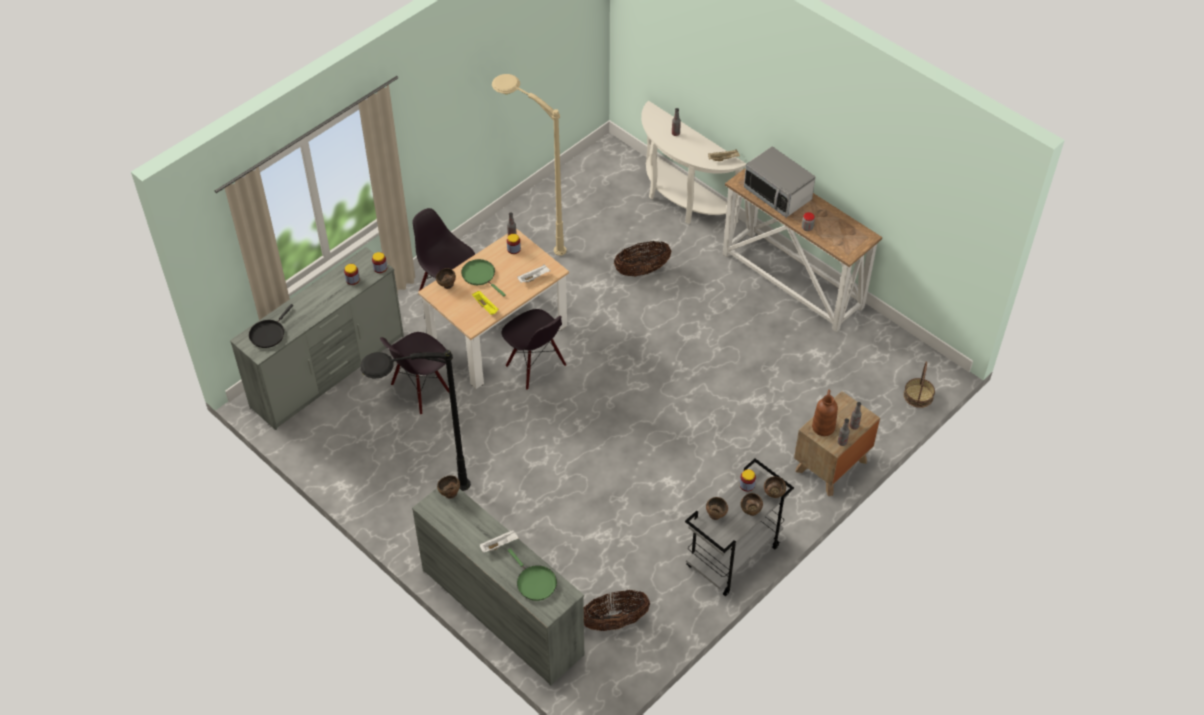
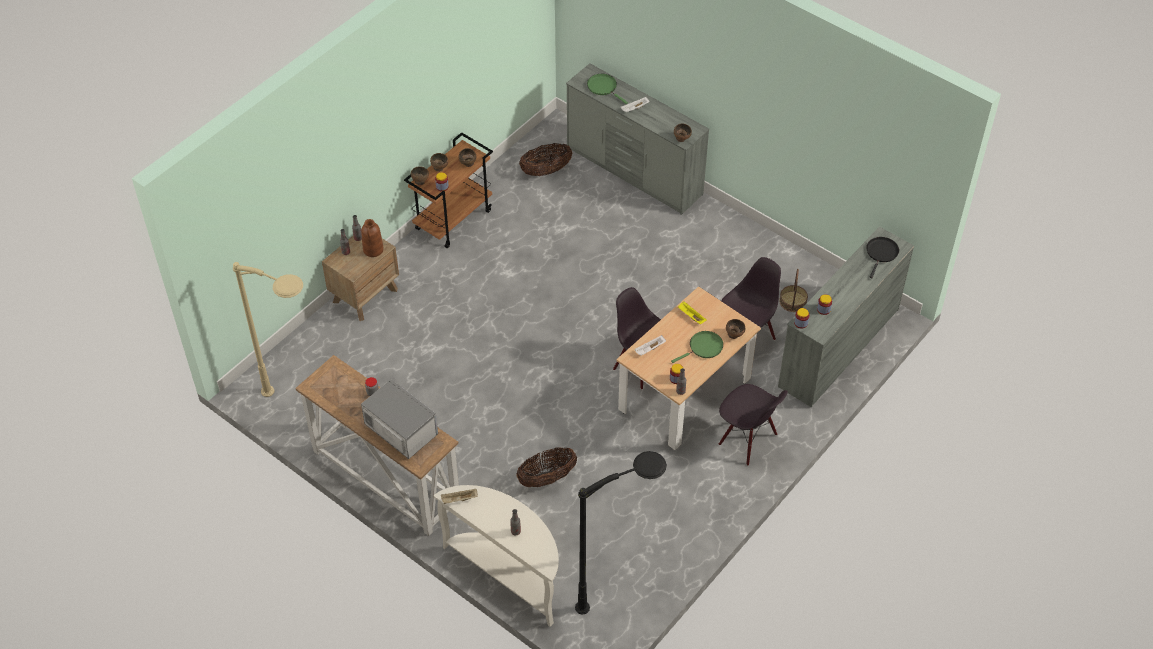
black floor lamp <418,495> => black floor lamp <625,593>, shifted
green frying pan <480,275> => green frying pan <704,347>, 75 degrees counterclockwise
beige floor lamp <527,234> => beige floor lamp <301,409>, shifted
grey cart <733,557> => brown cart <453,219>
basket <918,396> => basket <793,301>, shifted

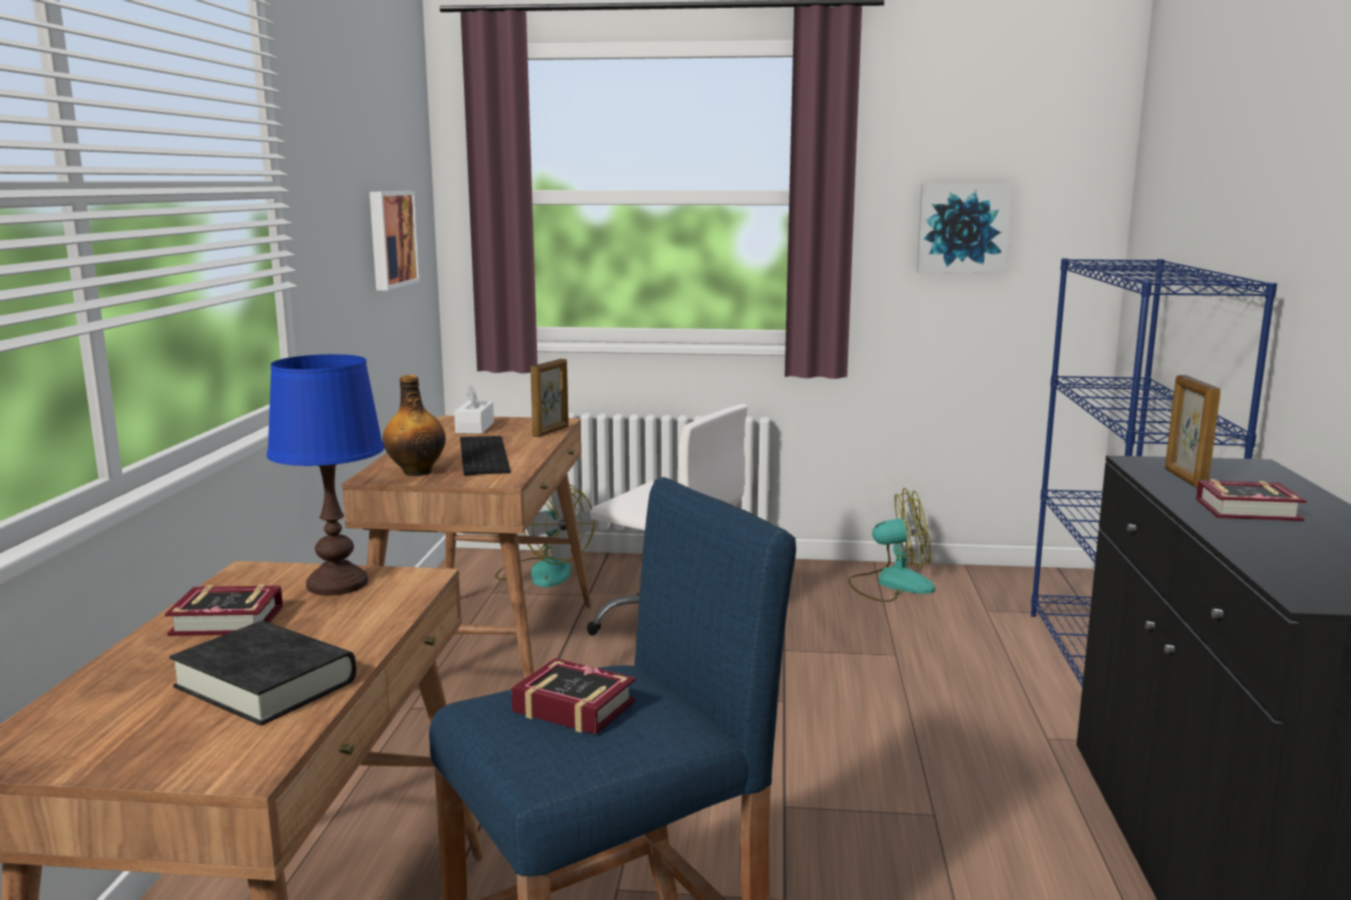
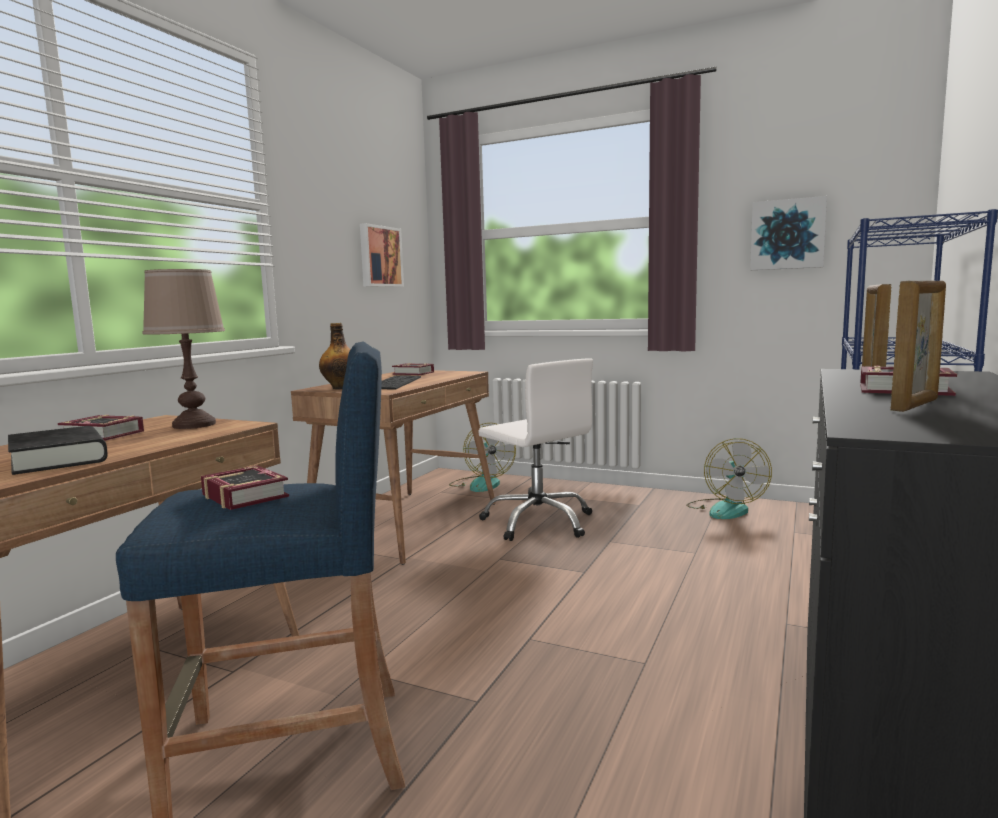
blue table lamp <338,584> => brown table lamp <195,425>
white tissue box <475,427> => book <414,373>
picture frame <551,431> => picture frame <915,405>, shifted
fan <891,584> => fan <725,509>, 75 degrees clockwise

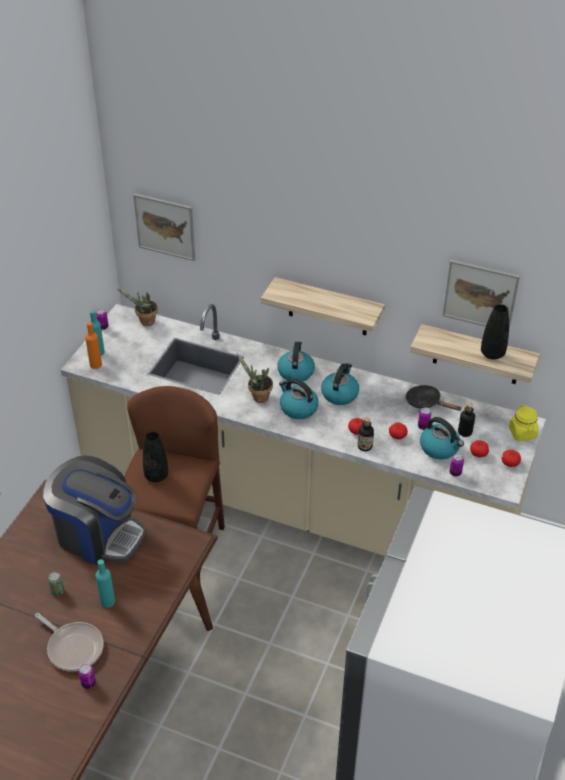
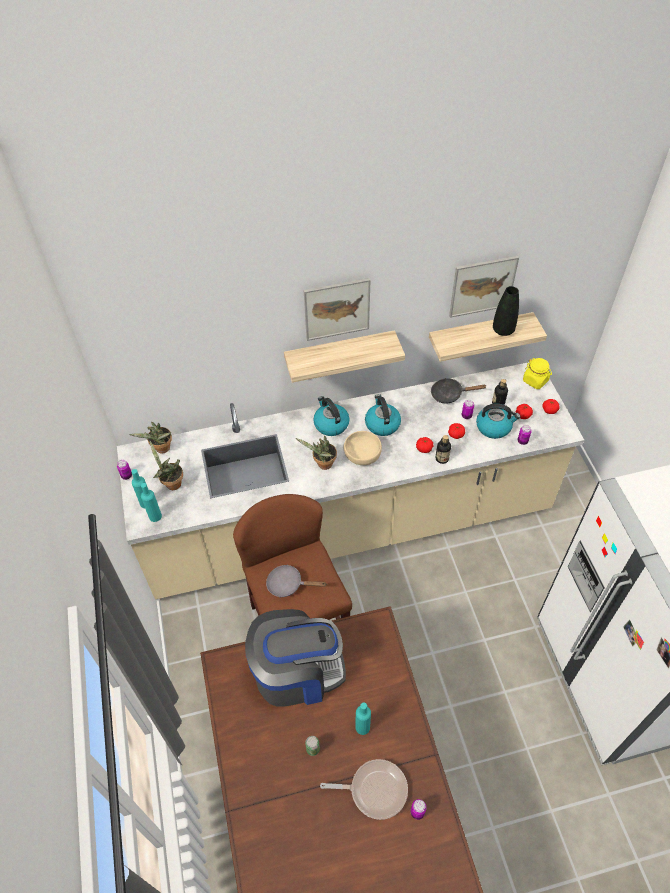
orange bottle <95,364> => turquoise bottle <155,516>
picture <165,226> => picture <337,309>, shifted
black vase <156,476> => grey frying pan <288,584>
kettle <298,408> => beige bowl <362,455>
nothing => potted plant <171,483>

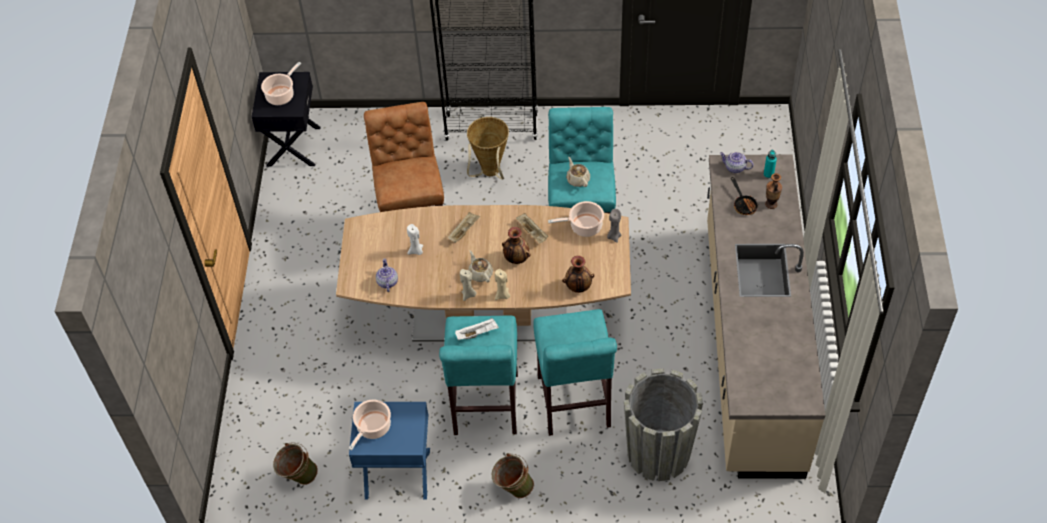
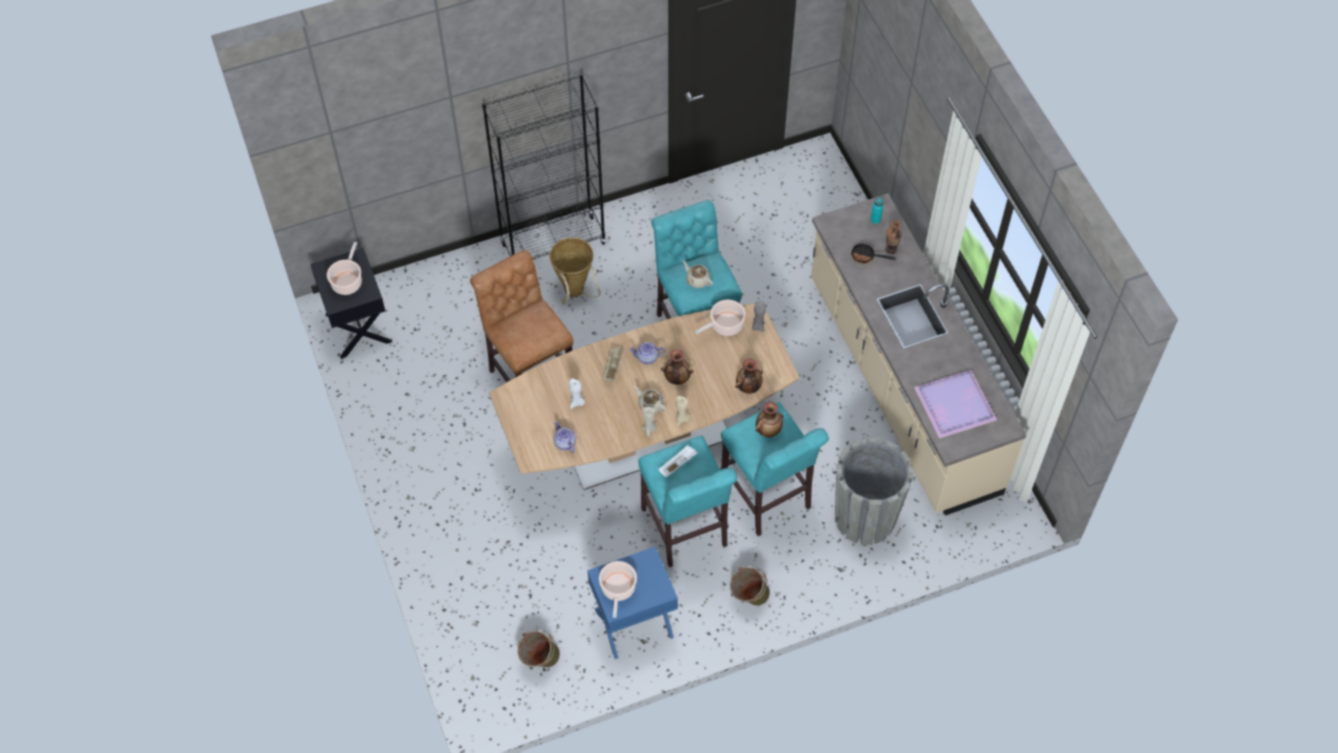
beige tray <532,233> => nothing
teapot <734,168> => teapot <647,357>, shifted
frying pan <743,204> => frying pan <866,257>, 150 degrees clockwise
nothing => vase <768,430>
nothing => purple tray <953,404>

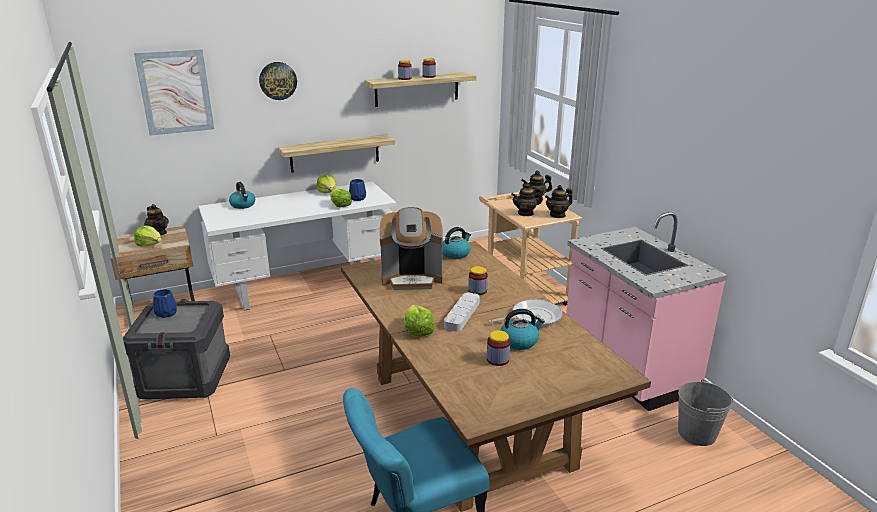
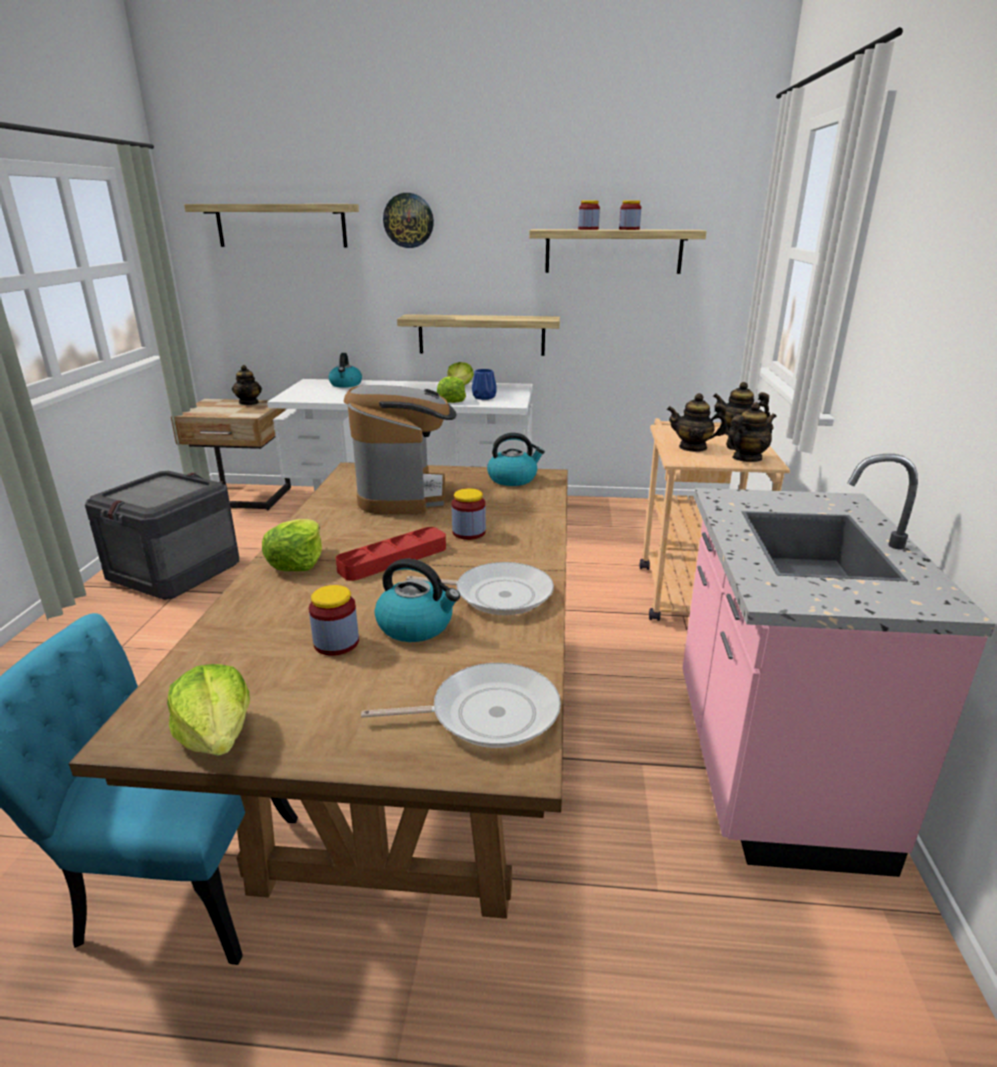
picture <175,92> => shelf <281,225>
lettuce <150,244> => lettuce <217,735>, shifted
blue vase <167,313> => nothing
coffee machine <412,278> => coffee machine <403,495>, 120 degrees counterclockwise
grey tray <462,314> => red tray <393,559>
teapot <557,215> => teapot <746,458>, 150 degrees clockwise
grey bucket <697,433> => nothing
nothing => frying pan <487,714>

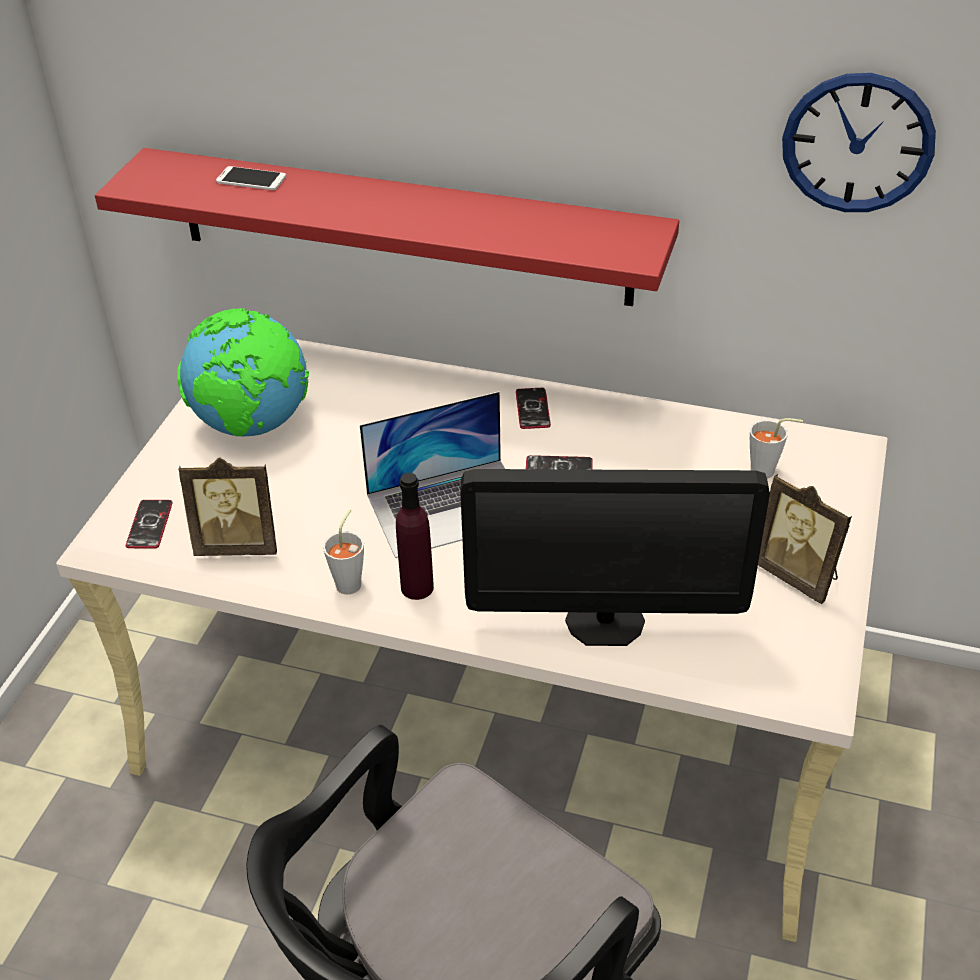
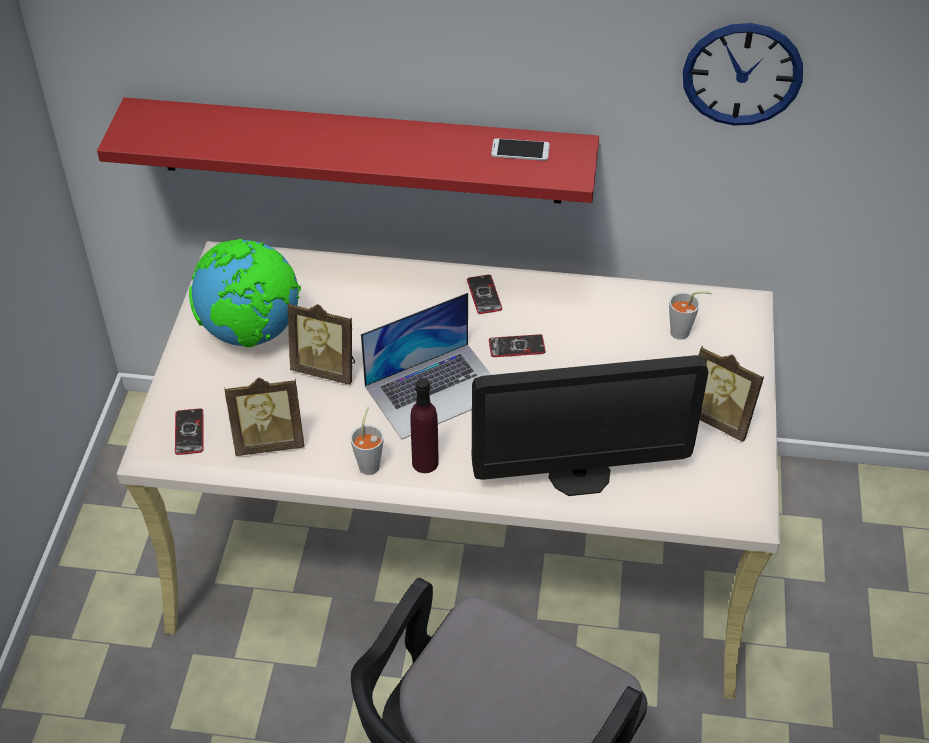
phone <251,179> => phone <520,150>, shifted
nothing => picture frame <326,369>

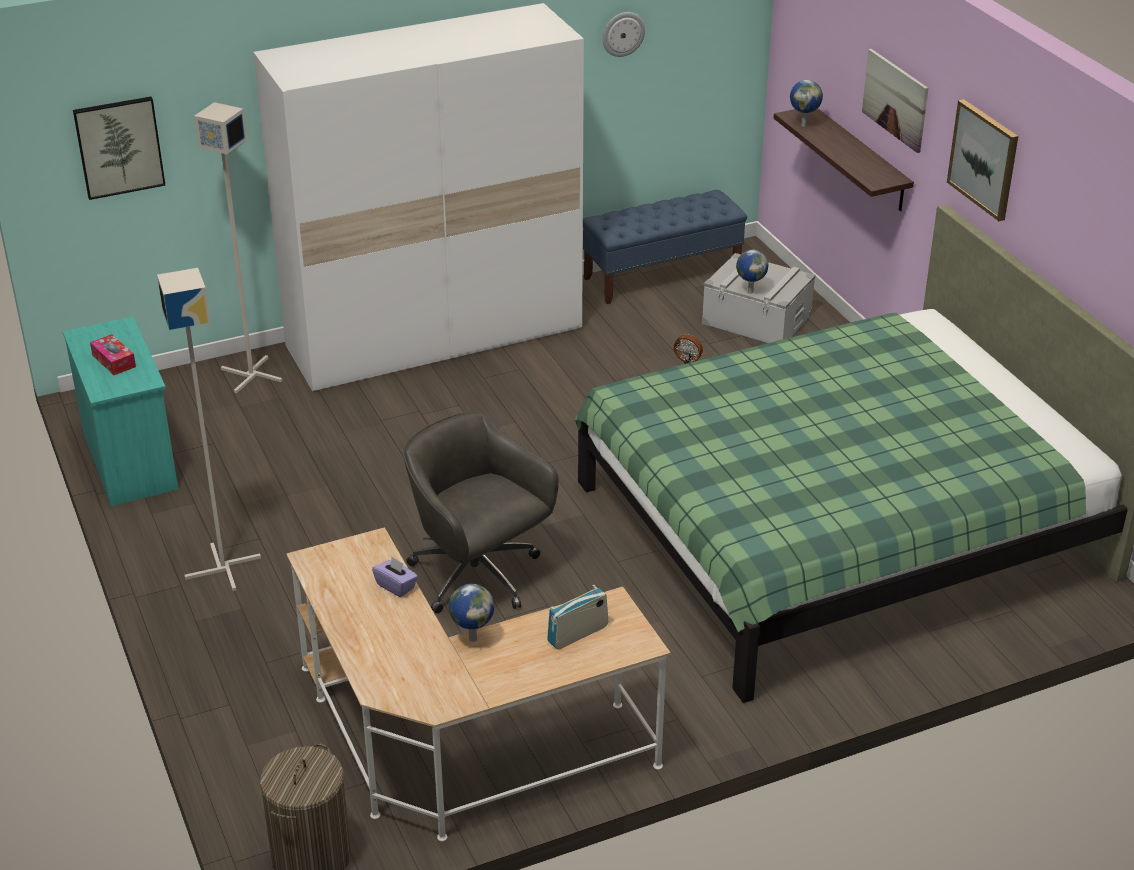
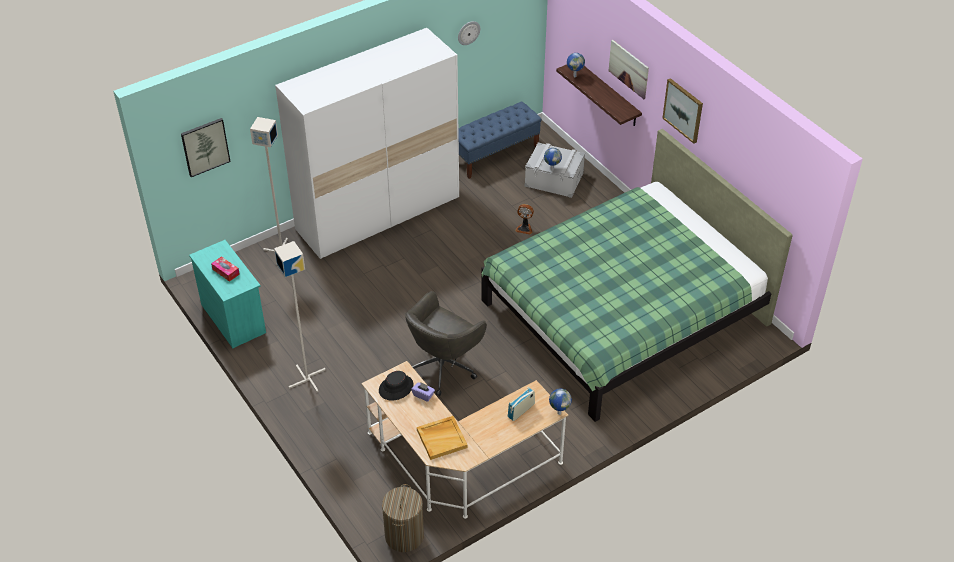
grey office chair <478,577> => grey office chair <443,366>, 90 degrees counterclockwise
globe <472,638> => globe <559,413>, shifted
nothing => black hat <396,387>
nothing => beige tray <442,438>

